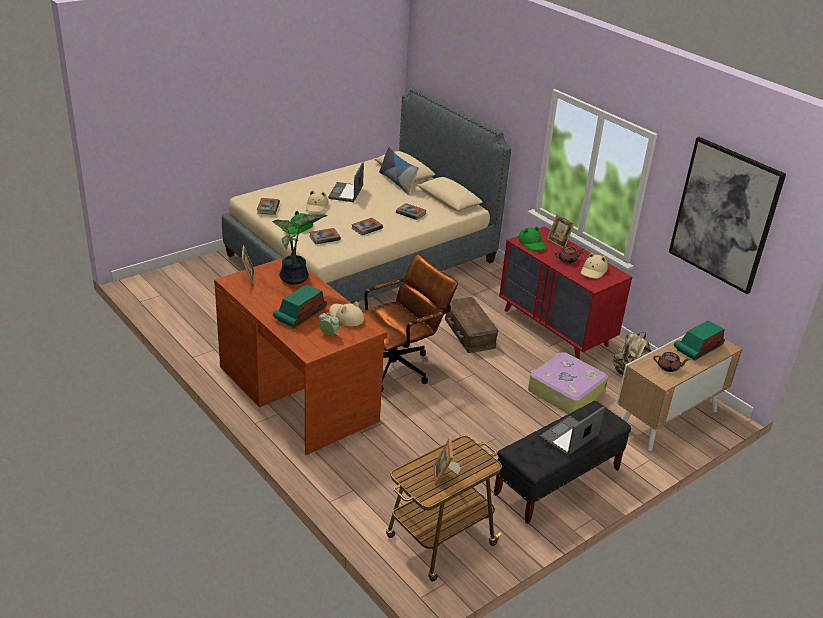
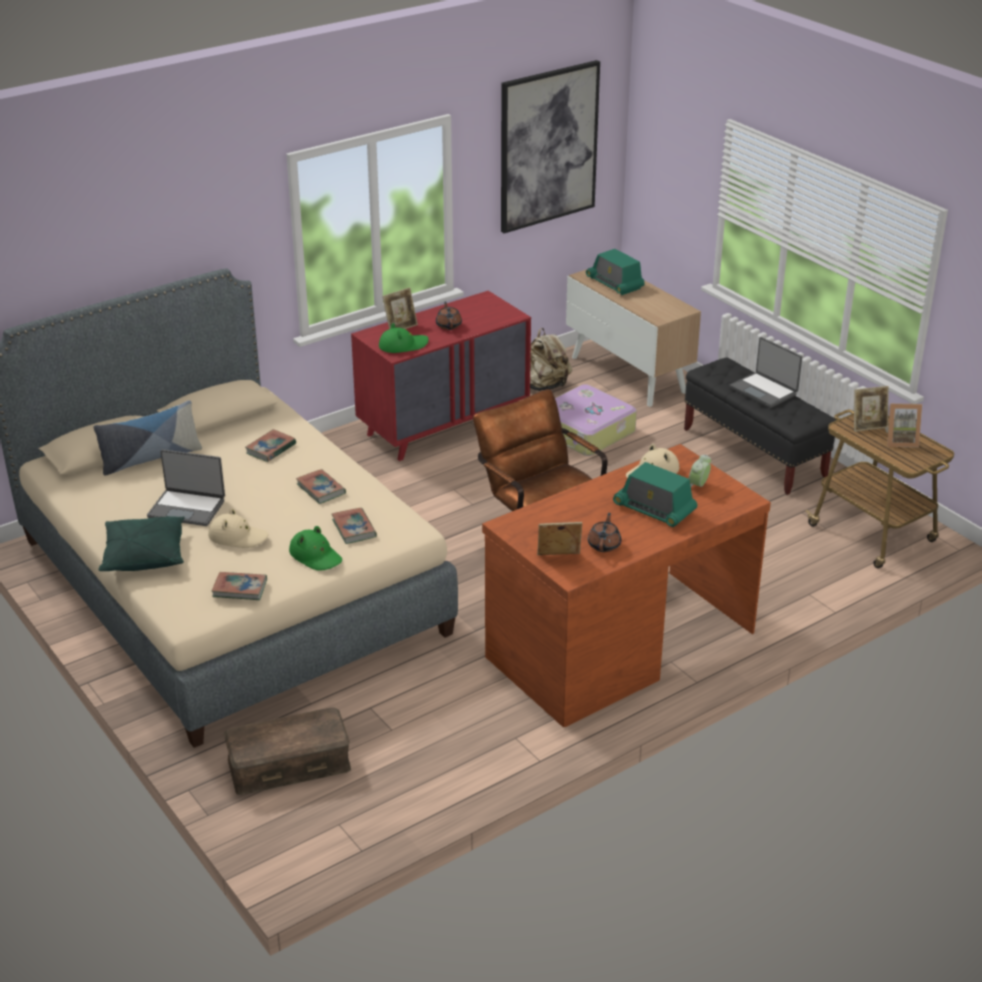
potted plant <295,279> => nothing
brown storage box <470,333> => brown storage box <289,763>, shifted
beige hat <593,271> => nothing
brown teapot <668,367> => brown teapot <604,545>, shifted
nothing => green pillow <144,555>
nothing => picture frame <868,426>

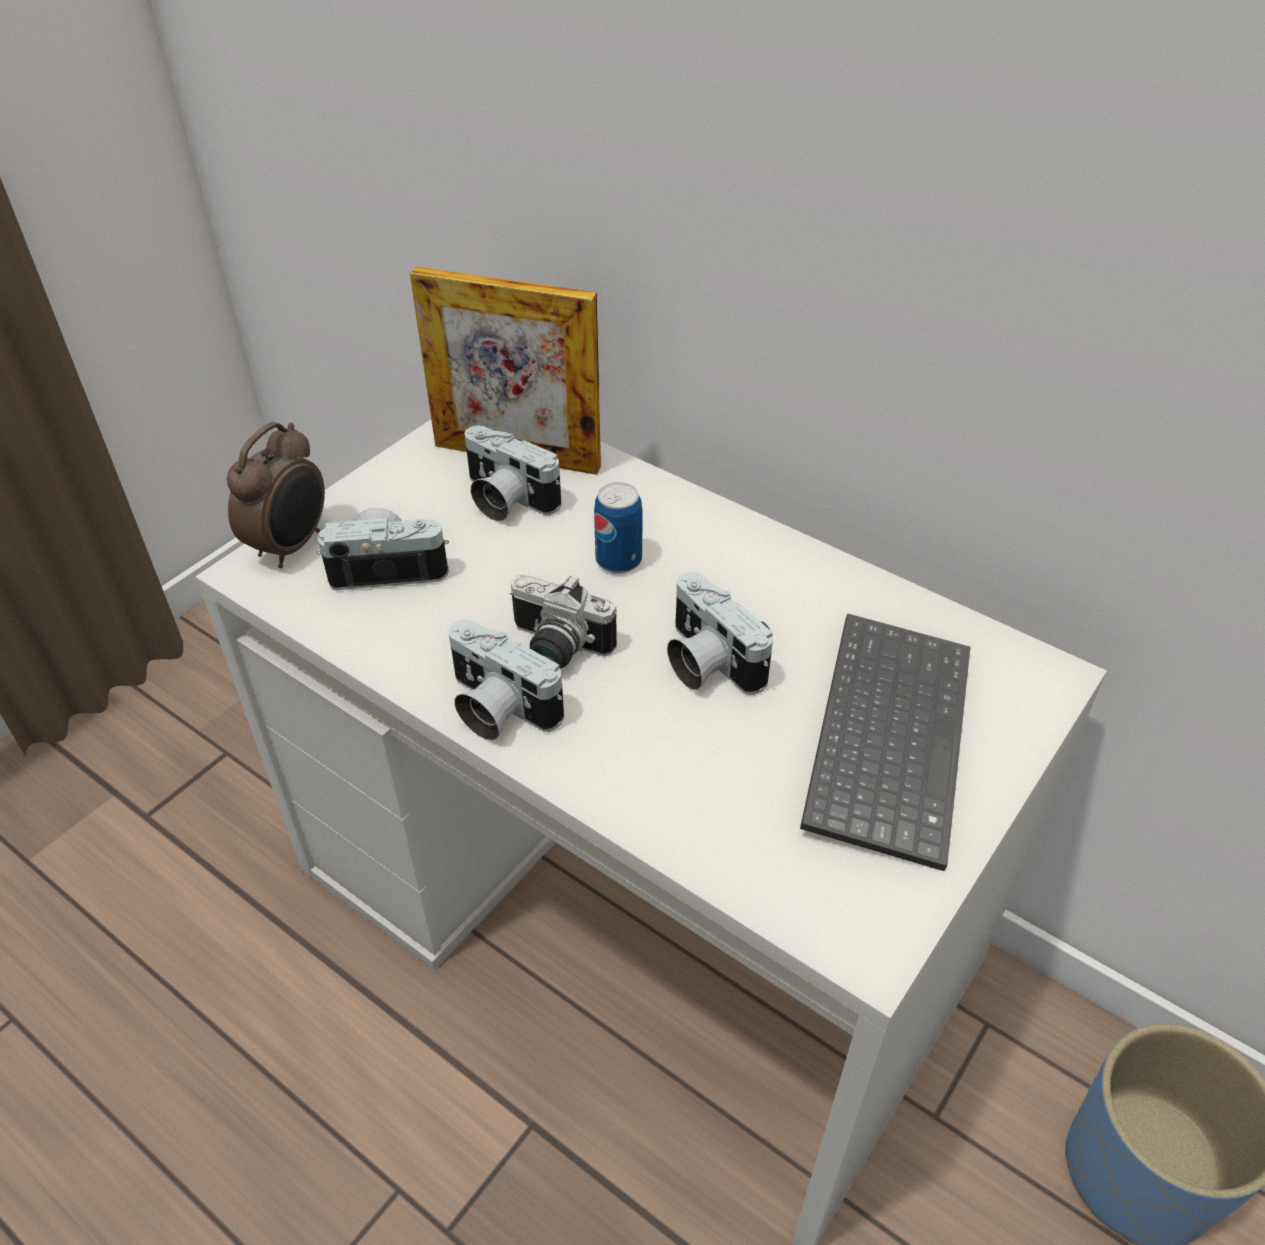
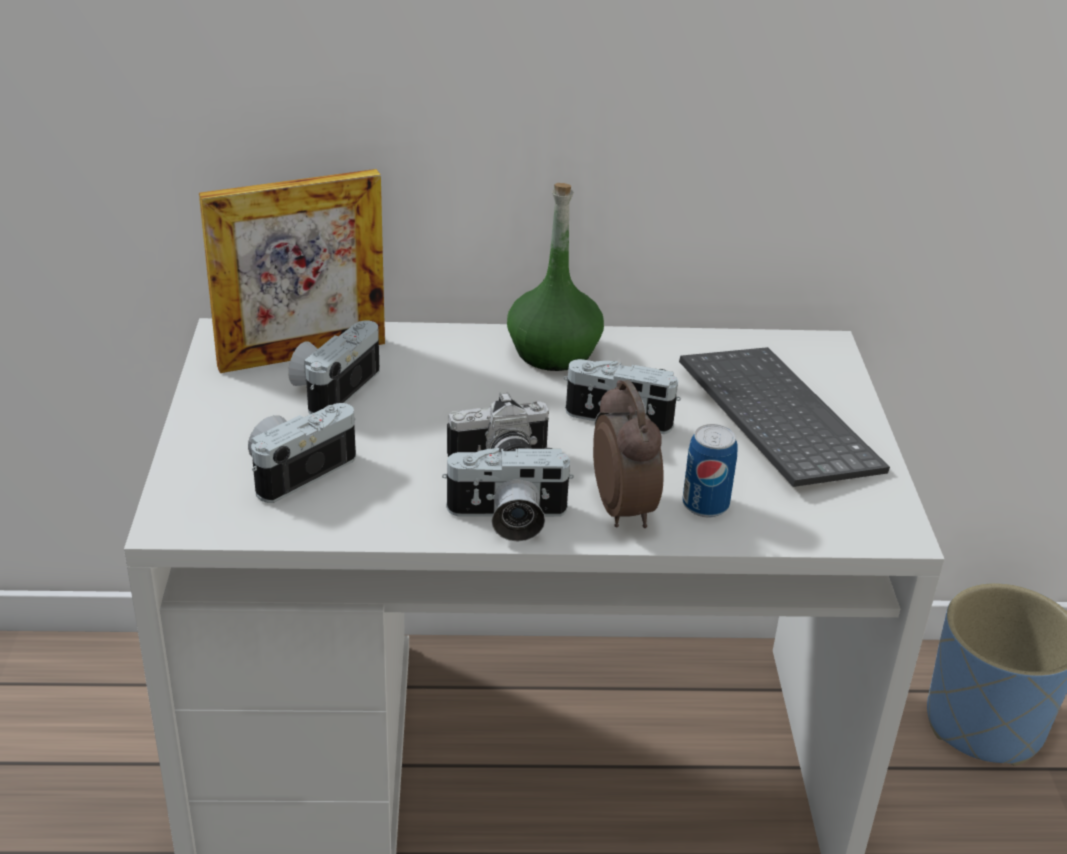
alarm clock <292,546> => alarm clock <624,509>, shifted
photo camera <505,500> => photo camera <333,387>, 120 degrees clockwise
can <618,560> => can <705,505>, shifted
nothing => green bottle <553,352>

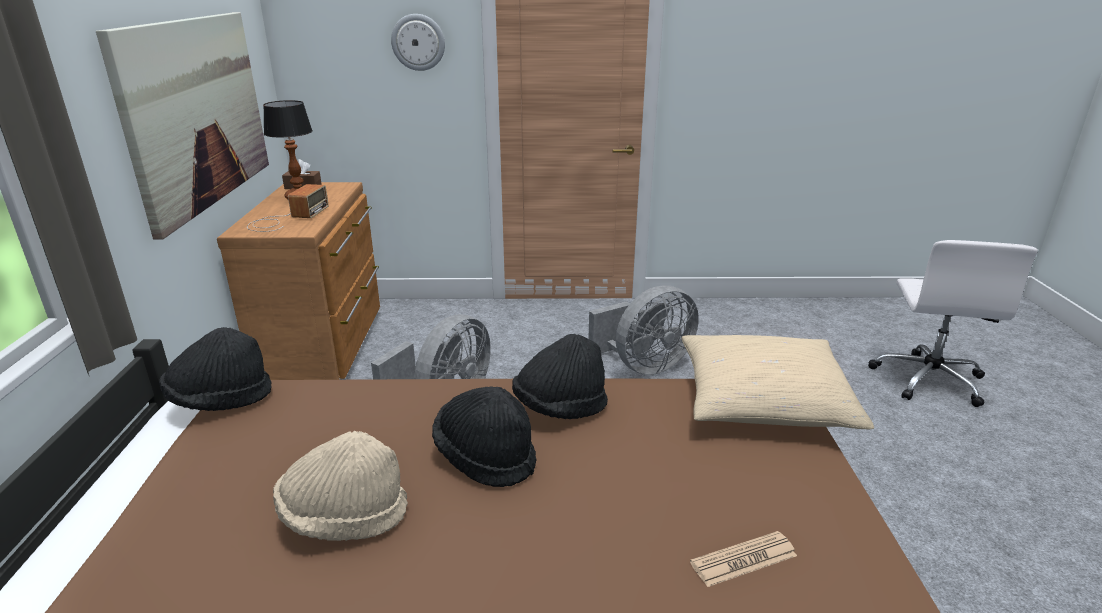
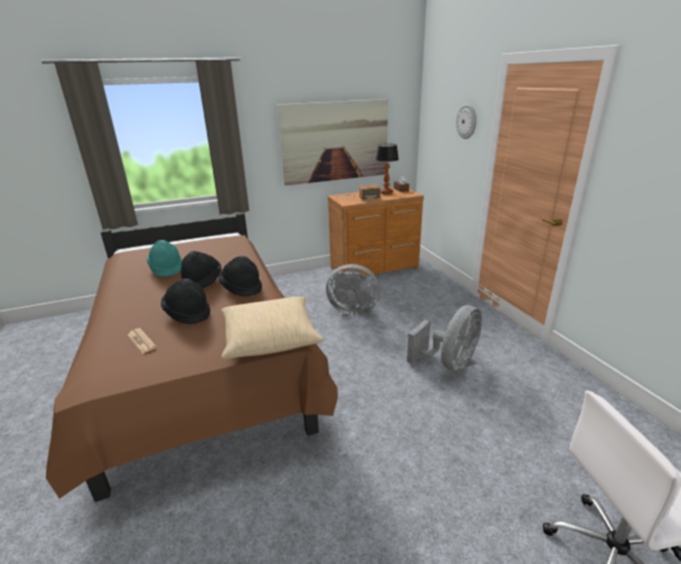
black hat <221,400> => black hat <188,314>, shifted
beige hat <344,517> => turquoise hat <167,269>
grey fan <644,366> => grey fan <449,363>, 90 degrees counterclockwise

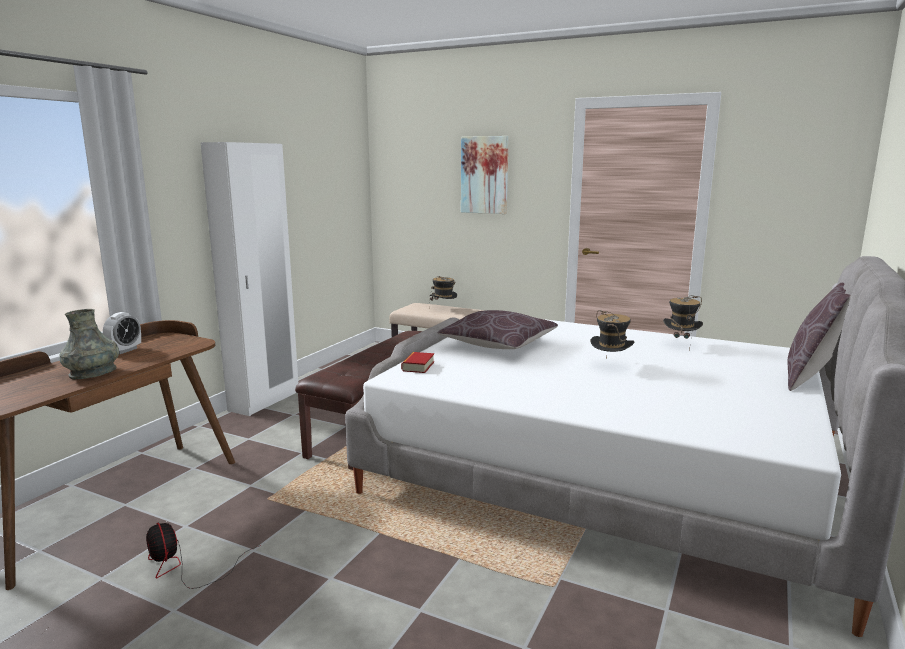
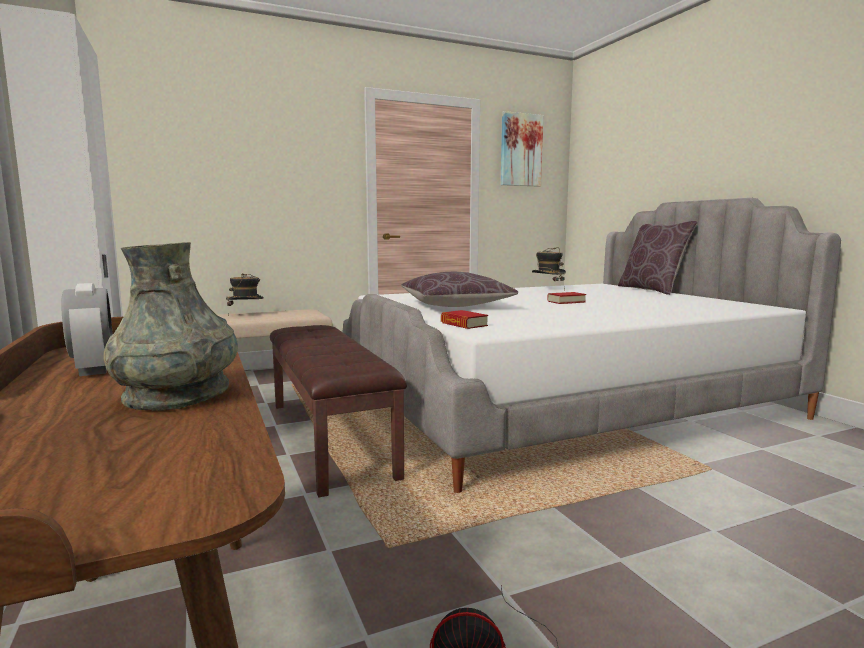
picture <484,175> => picture <520,150>, shifted
hat <610,366> => book <566,301>

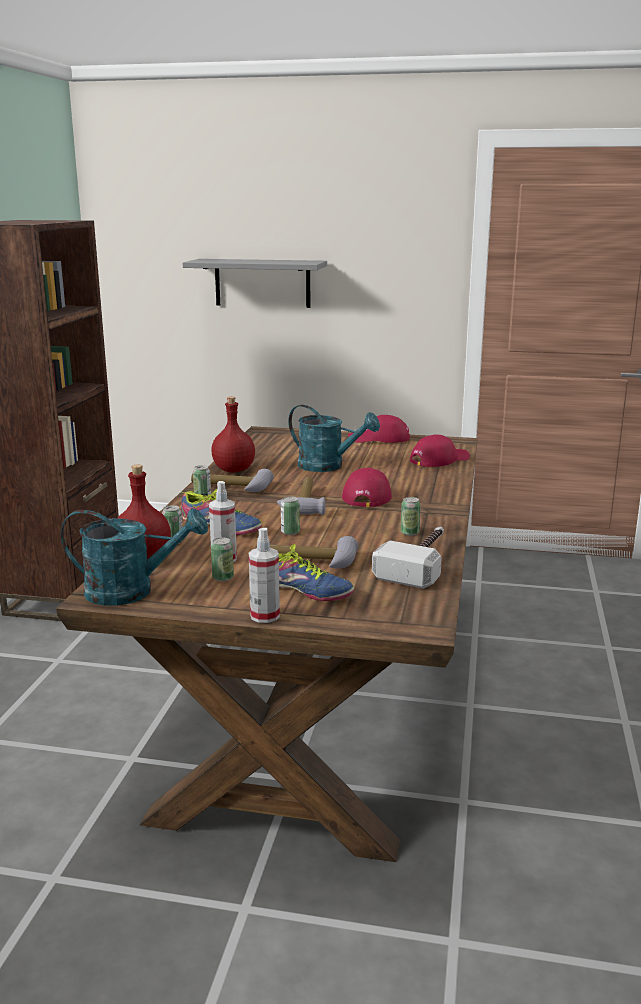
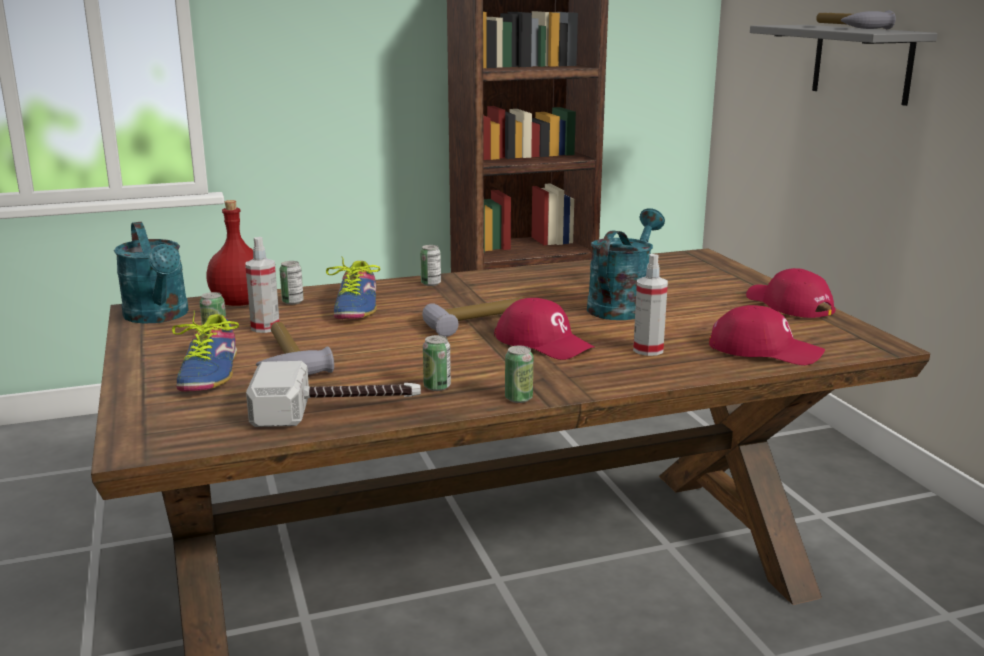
hammer <230,488> => hammer <845,28>, shifted
red bottle <233,470> => nothing
spray bottle <265,616> => spray bottle <648,350>, shifted
can <290,532> => can <518,398>, shifted
turquoise watering can <328,466> => turquoise watering can <622,305>, 150 degrees counterclockwise
red cap <367,496> => red cap <544,342>, 60 degrees clockwise

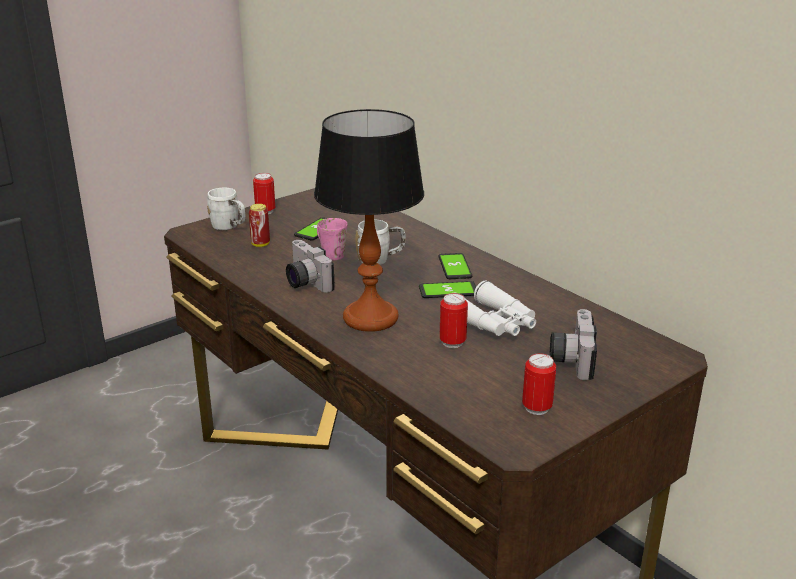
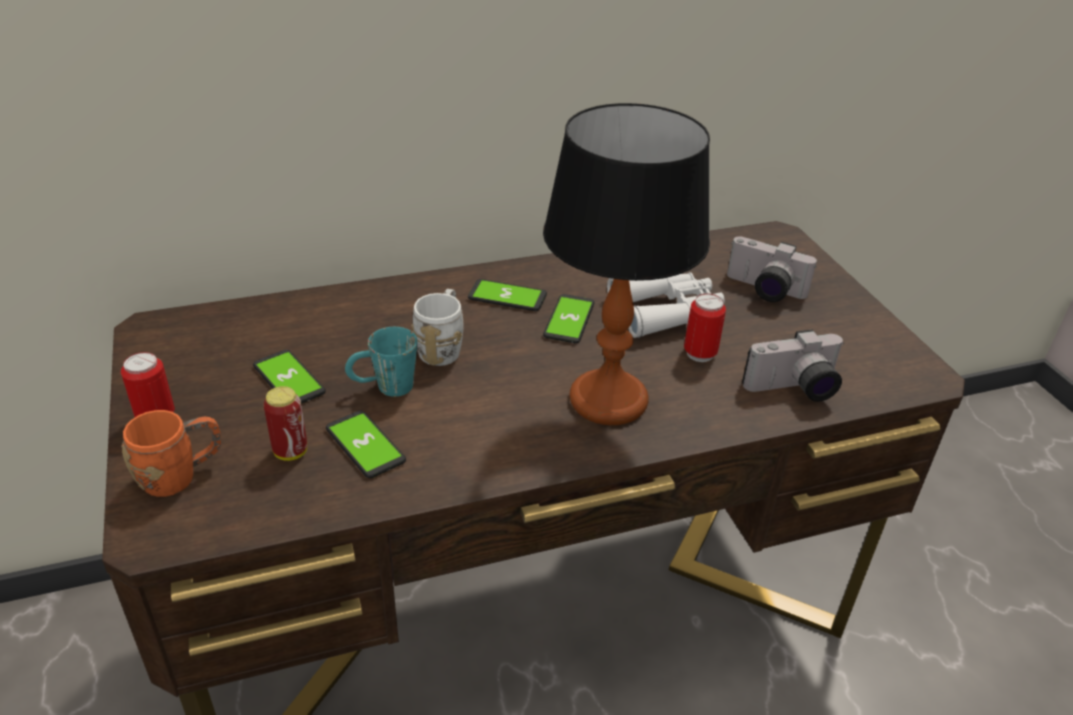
white mug <229,227> => orange mug <181,475>
photo camera <304,282> => photo camera <794,390>, shifted
pink mug <329,253> => turquoise mug <384,388>
can <537,408> => nothing
nothing => phone <365,445>

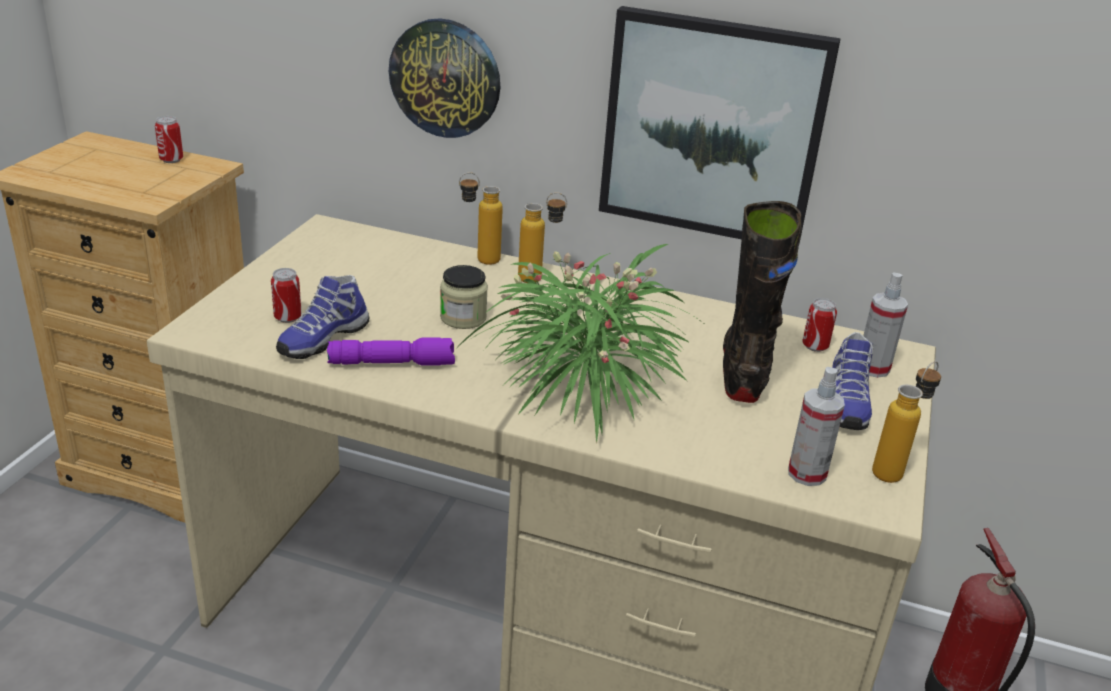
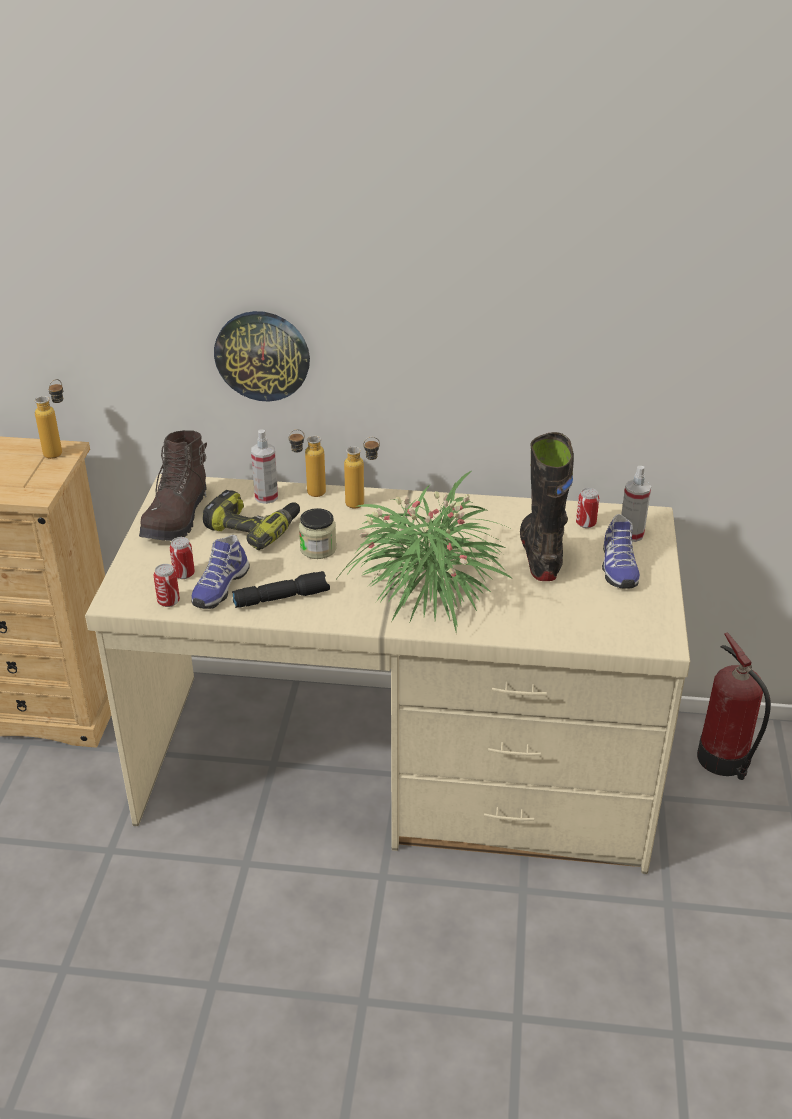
can <171,160> => can <168,602>, shifted
purple flashlight <393,362> => black flashlight <282,597>
picture <712,128> => nothing
spray bottle <807,474> => spray bottle <266,497>, shifted
bottle <894,470> => bottle <59,451>, shifted
nothing => brown boot <177,517>
nothing => power drill <253,527>

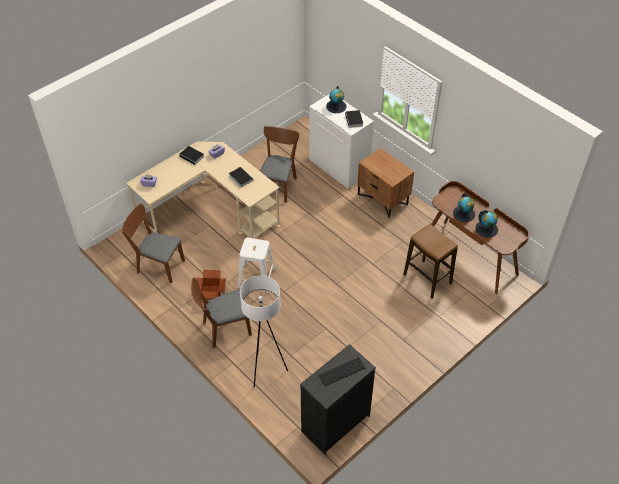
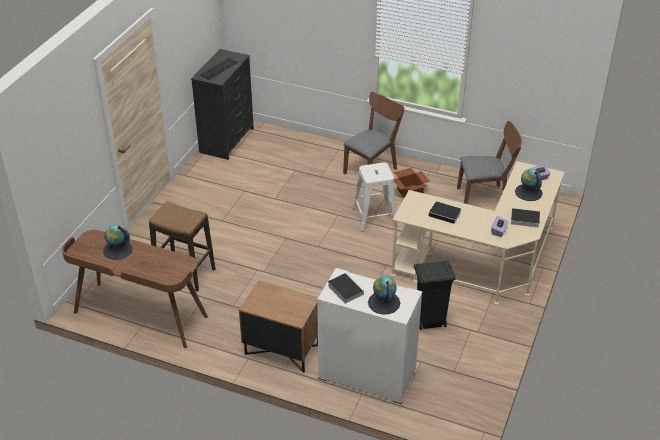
white floor lamp <265,371> => nothing
brown chair <278,185> => black trash can <429,322>
globe <464,214> => globe <528,192>, shifted

